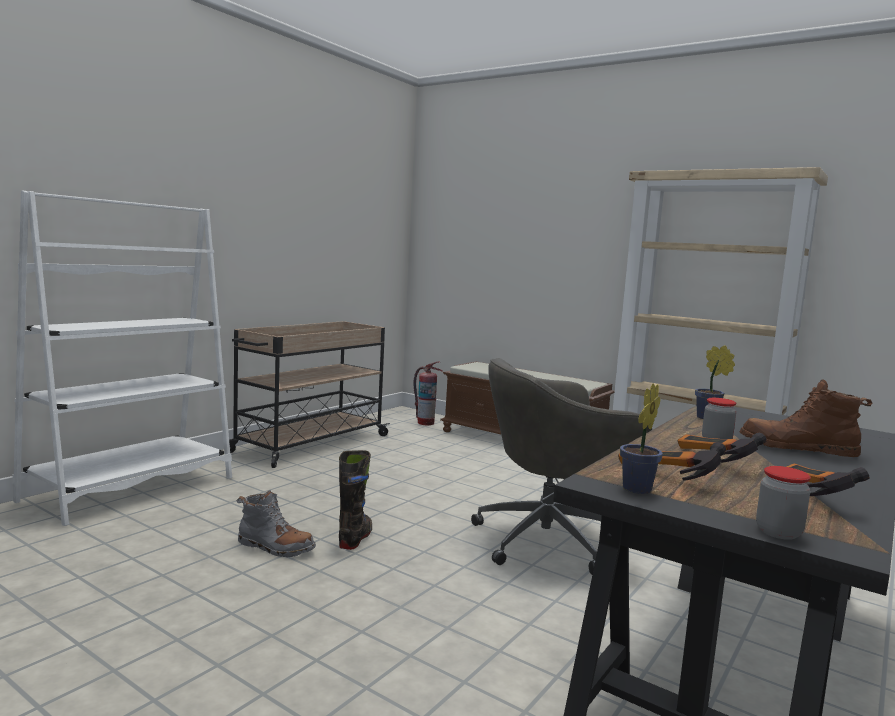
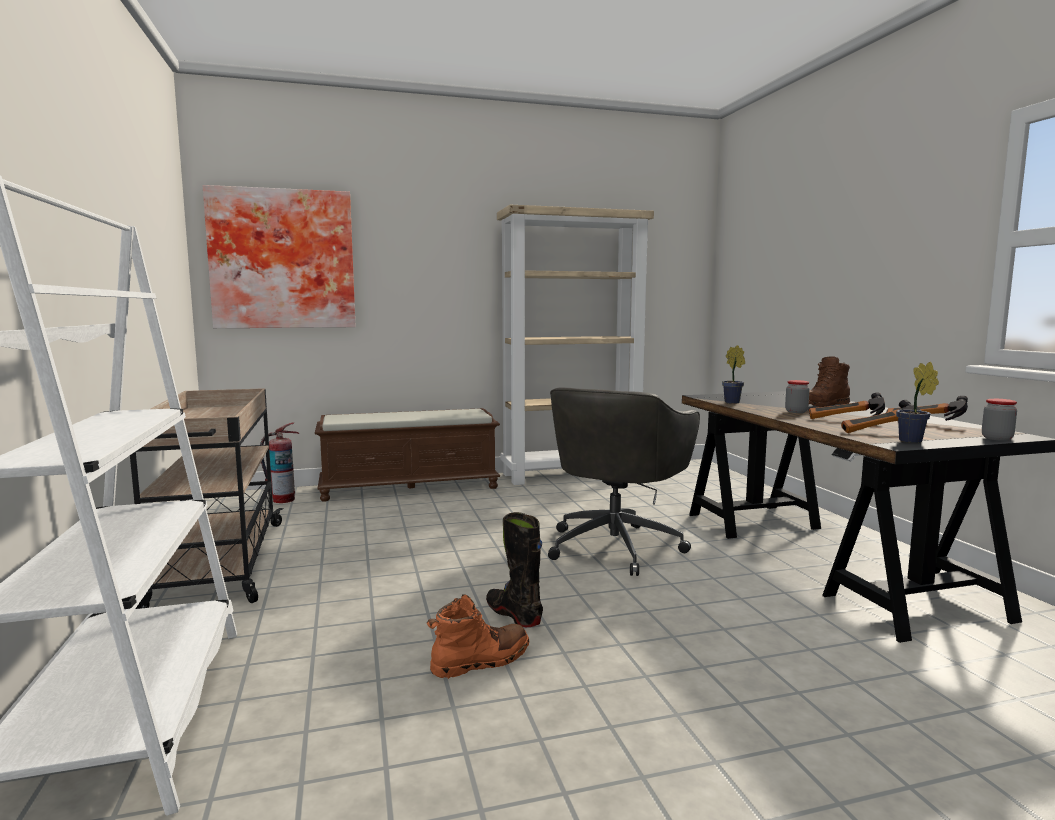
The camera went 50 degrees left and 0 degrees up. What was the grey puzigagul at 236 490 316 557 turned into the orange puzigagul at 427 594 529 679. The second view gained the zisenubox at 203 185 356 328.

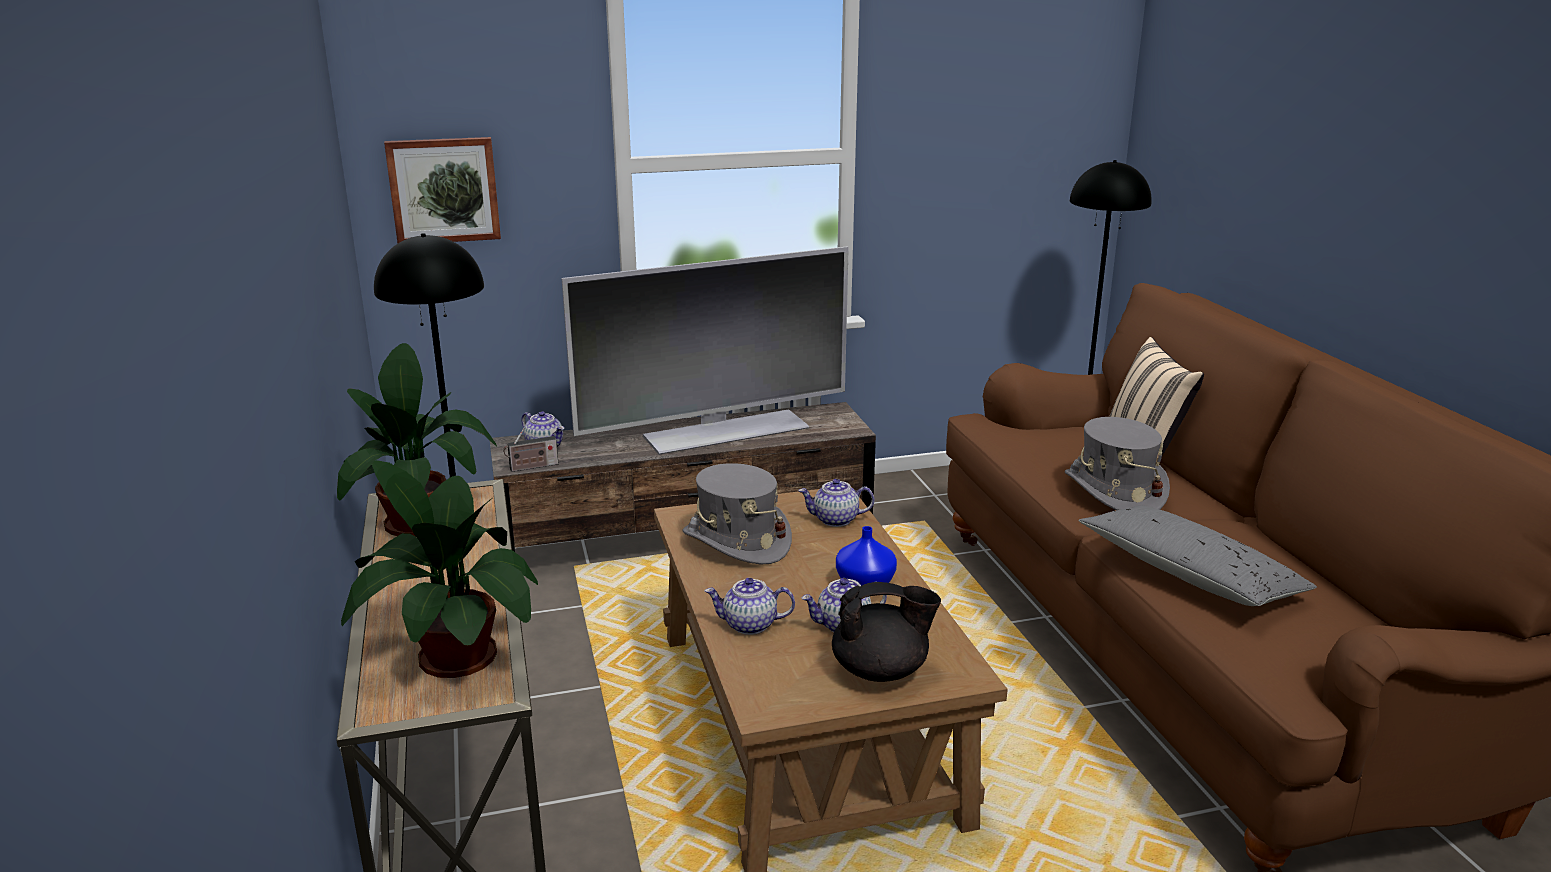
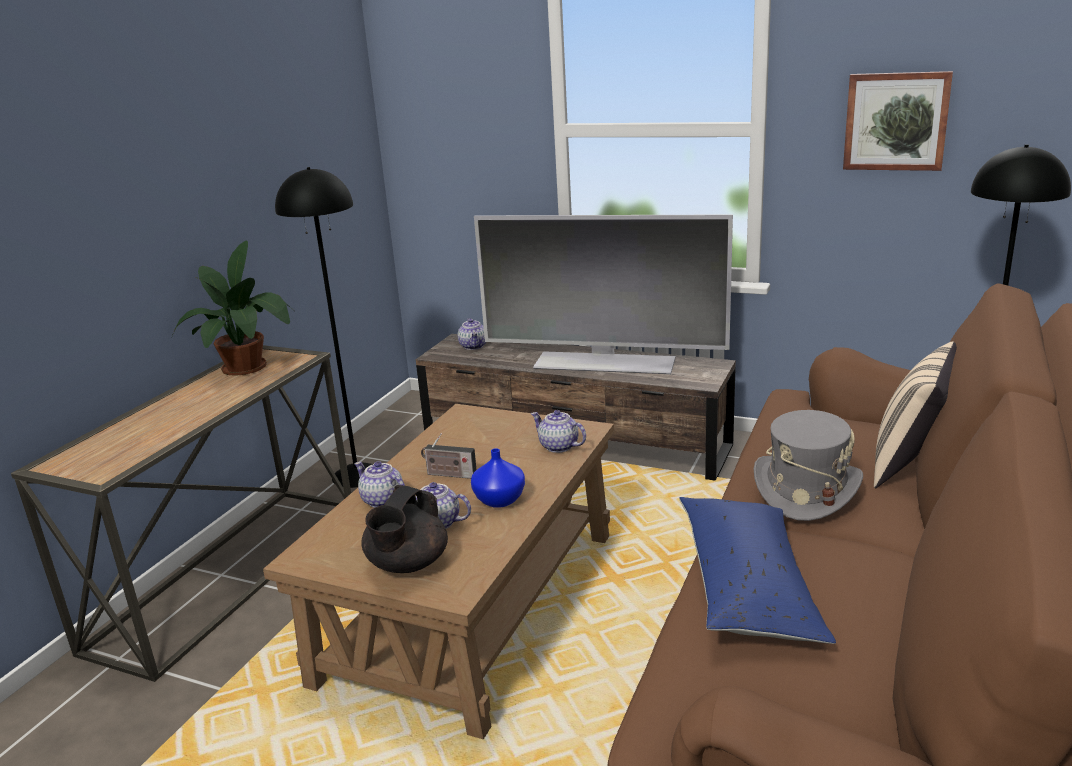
The camera went 40 degrees right and 0 degrees up. The zisenubox ended up elsewhere, having gone from 384 137 501 243 to 843 71 953 171. The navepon ended up elsewhere, having gone from 503 428 559 472 to 421 433 477 479. The second view lost the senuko at 341 460 538 678. The second view lost the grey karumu at 683 463 792 565. What was the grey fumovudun at 1078 506 1317 606 turned into the blue fumovudun at 679 497 836 644. The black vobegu at 832 582 941 682 ended up facing another way, 75 degrees clockwise from before.

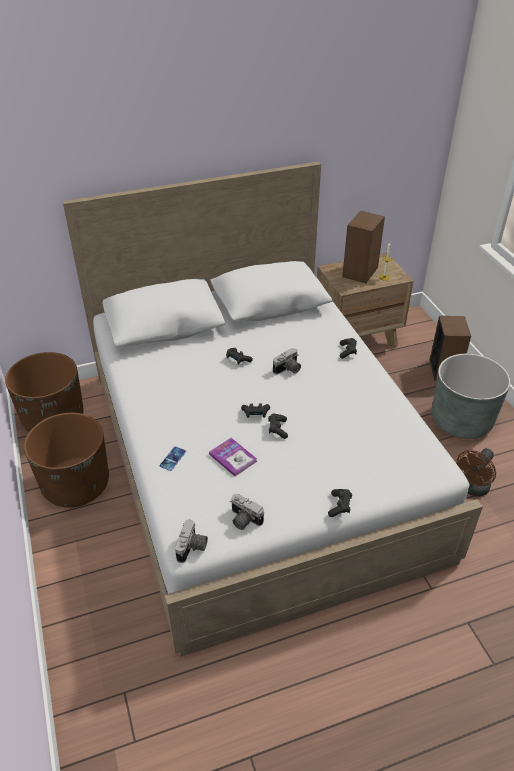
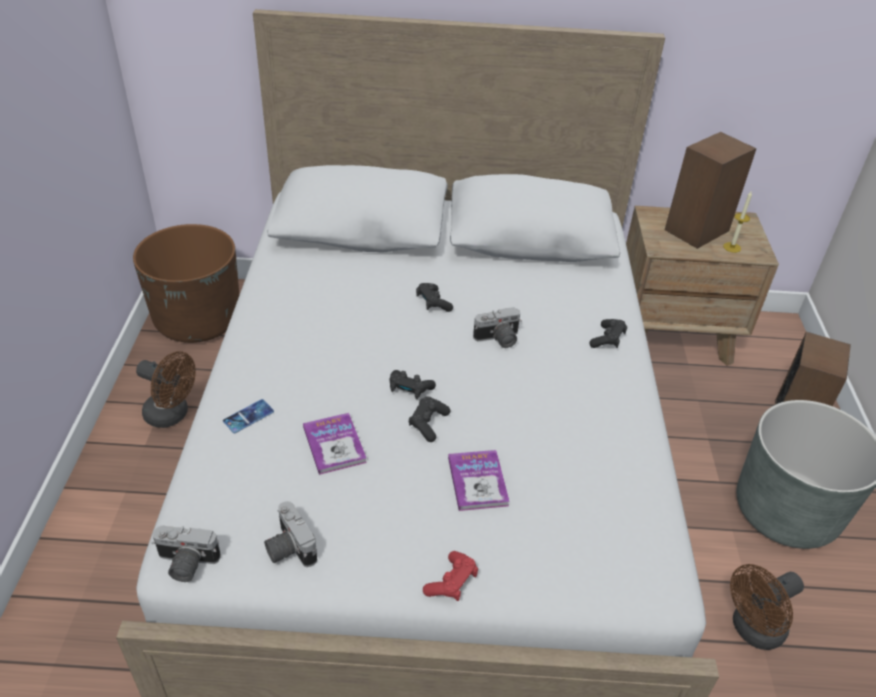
The camera went 20 degrees right and 0 degrees up. Where the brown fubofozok stood at 24 413 109 507, the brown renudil came to stand at 136 351 196 428. What was the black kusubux at 328 489 352 517 turned into the red kusubux at 423 551 478 601. The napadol at 175 520 208 563 ended up facing another way, 60 degrees clockwise from before. The second view gained the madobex at 448 450 510 511.

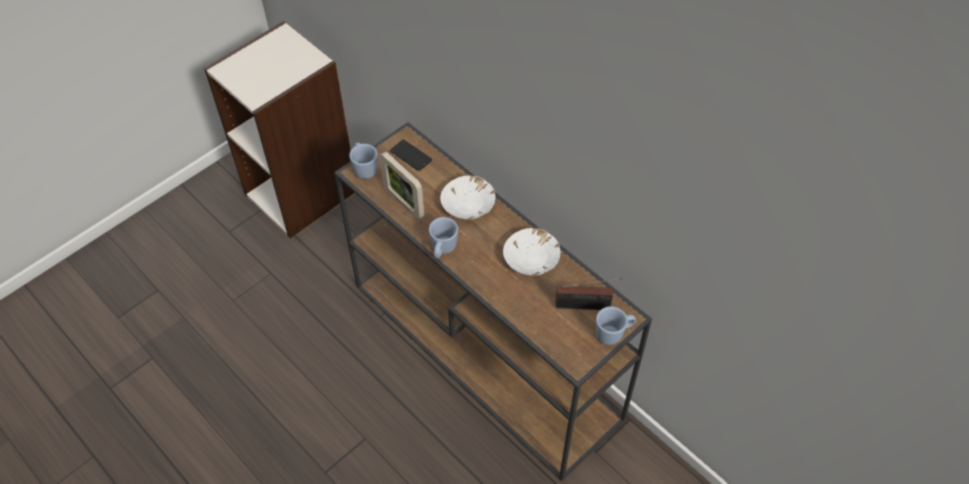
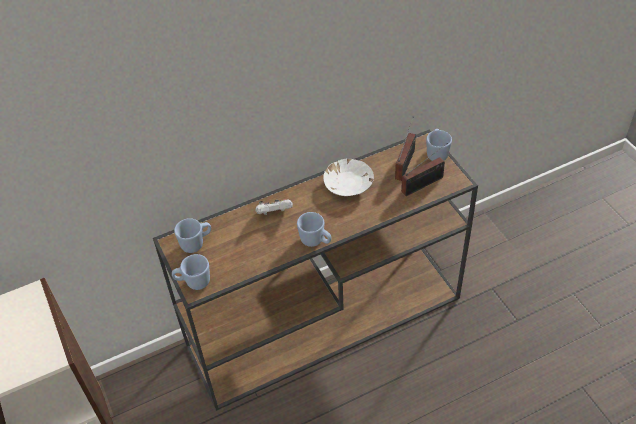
The camera went 70 degrees left and 5 degrees down. Where the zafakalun stood at 390 140 432 171, the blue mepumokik came to stand at 174 218 211 253. The second view lost the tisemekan at 380 151 424 221. Where the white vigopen stood at 440 175 496 219, the white kusubux came to stand at 255 199 293 215. The second view gained the navepon at 401 143 448 196.

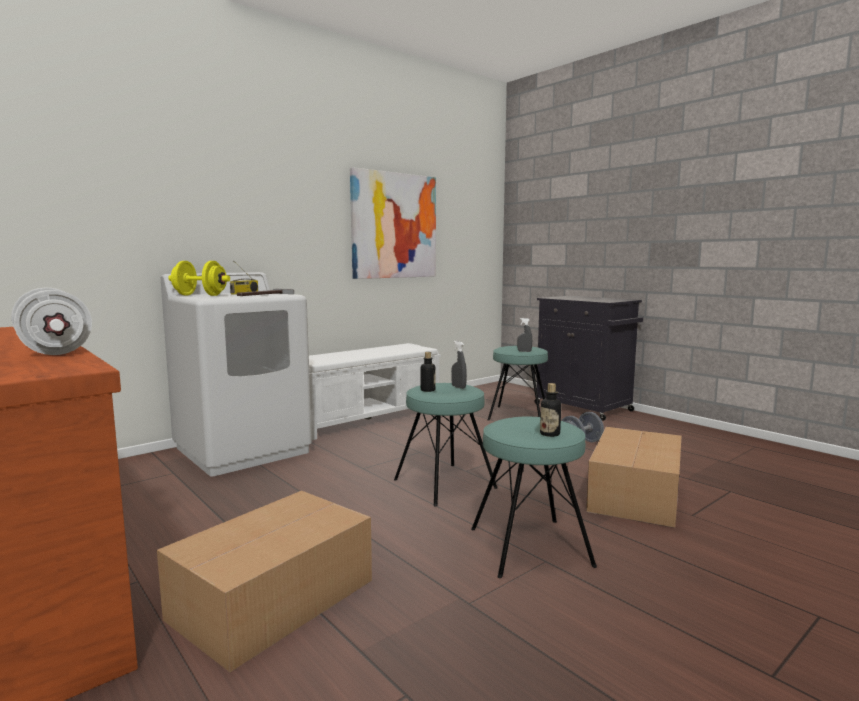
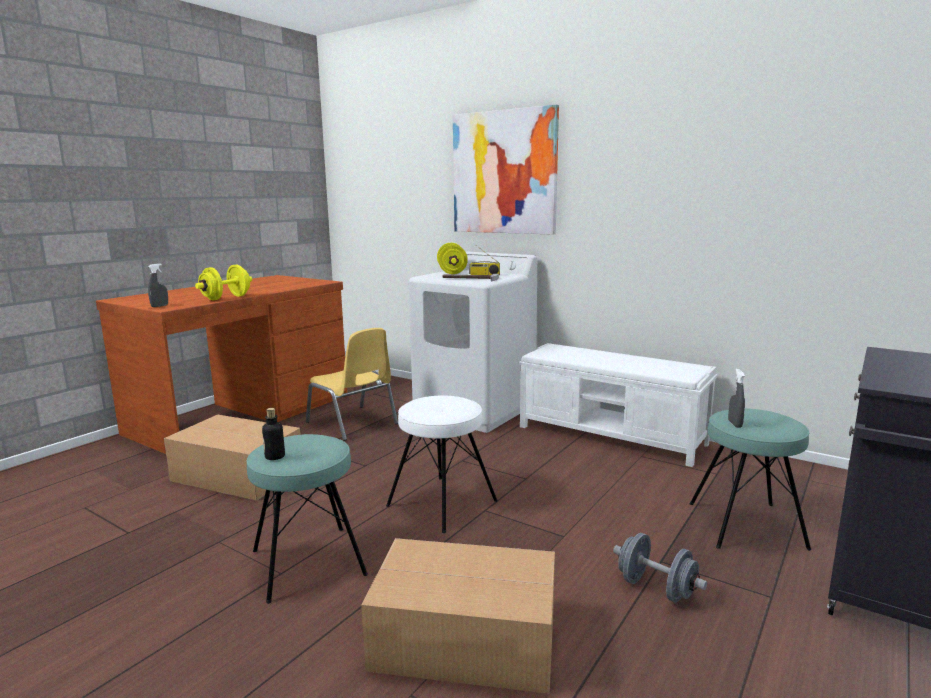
The camera went 75 degrees right and 5 degrees up. The zisenubox ended up elsewhere, having gone from 350 167 436 279 to 453 105 559 235. What was the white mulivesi at 11 288 92 355 turned into the yellow mulivesi at 195 265 252 301. The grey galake ended up elsewhere, having gone from 451 341 467 389 to 148 264 168 307. The second view lost the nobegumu at 421 352 436 392. What was the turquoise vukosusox at 394 383 498 506 turned into the white vukosusox at 386 396 498 533. The second view gained the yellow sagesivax at 306 328 398 441.

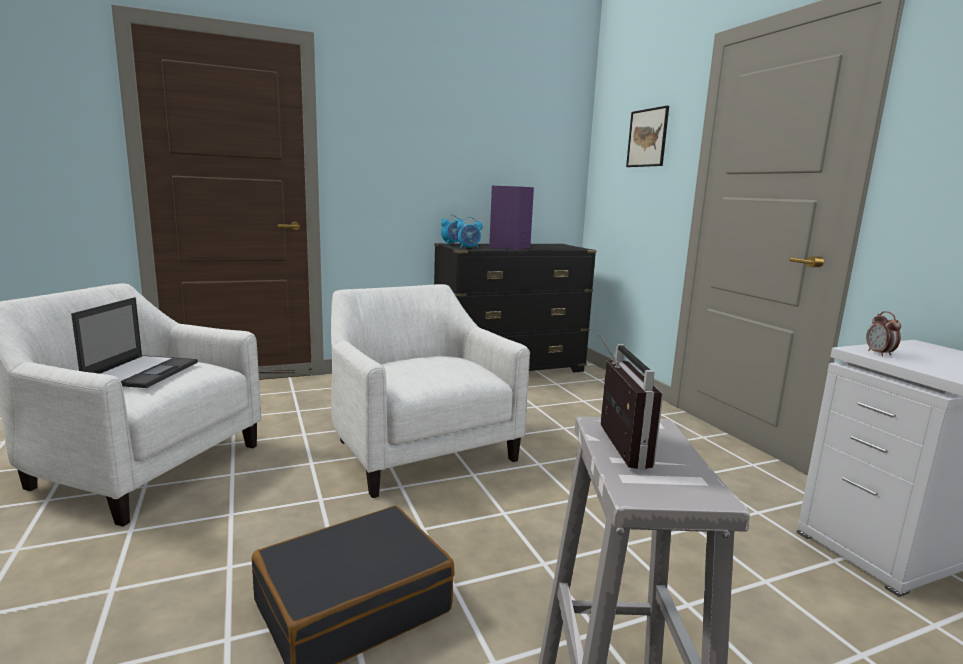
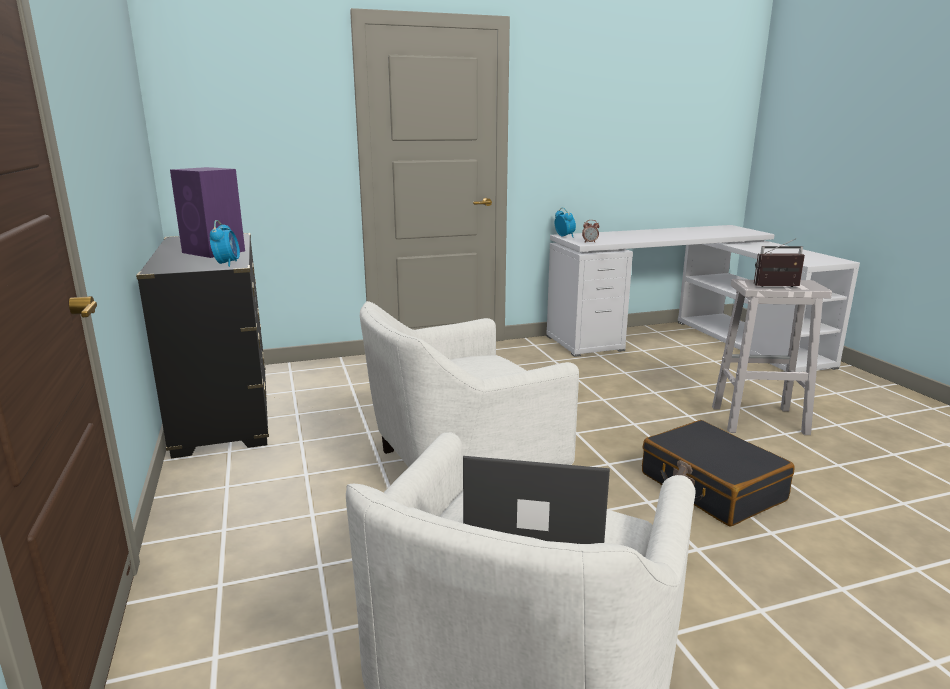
The camera went 85 degrees left and 5 degrees up. The second view lost the zisenubox at 626 106 669 167. The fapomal ended up elsewhere, having gone from 441 215 463 245 to 555 207 576 237.

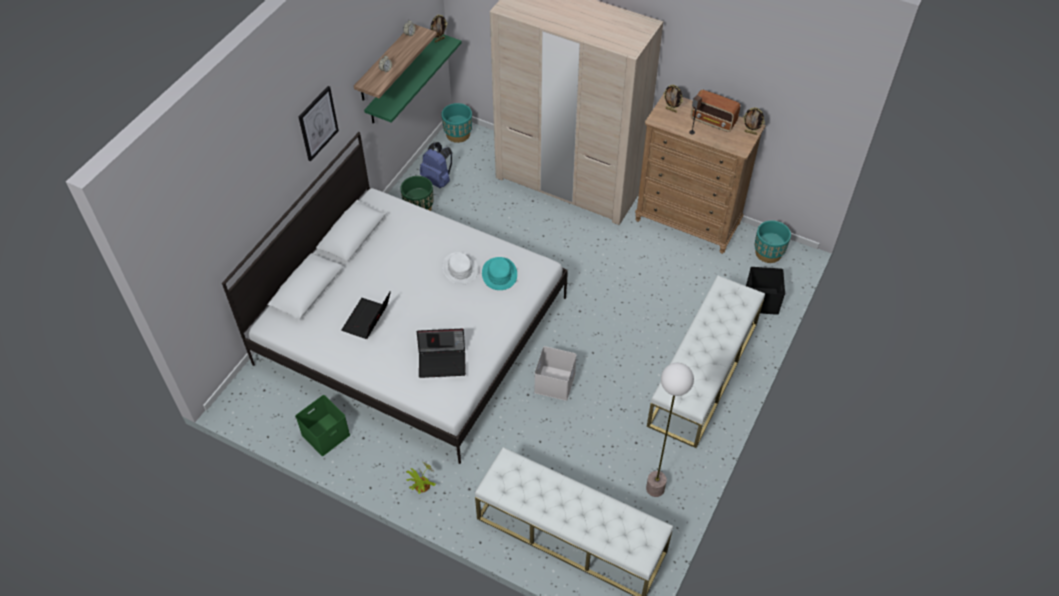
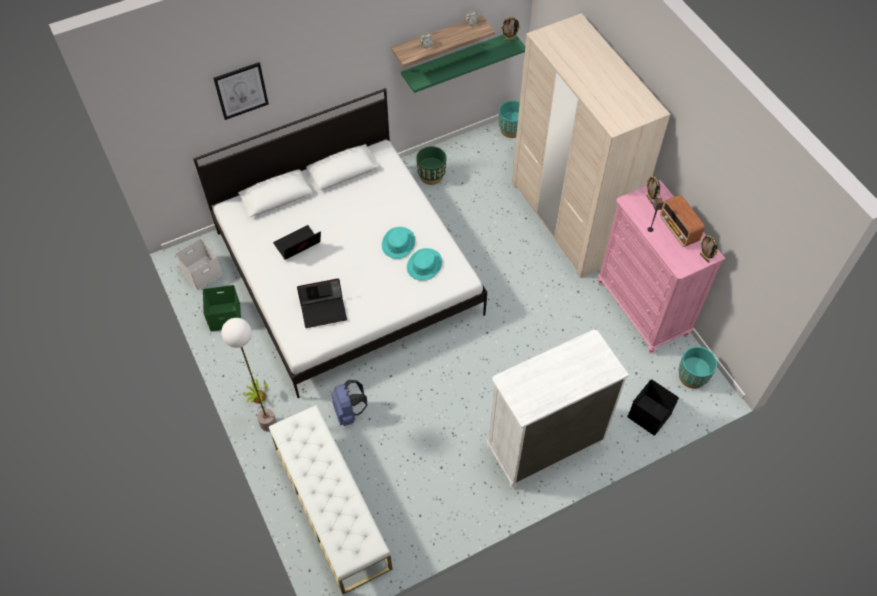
The camera went 35 degrees right and 5 degrees up. The zisenubox ended up elsewhere, having gone from 298 86 339 162 to 213 62 269 120. What was the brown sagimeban at 635 92 766 254 turned into the pink sagimeban at 598 180 726 354. The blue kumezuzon ended up elsewhere, having gone from 420 142 452 188 to 331 380 367 426. What was the white karumu at 442 252 479 285 turned into the turquoise karumu at 382 227 415 259. Where the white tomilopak stood at 647 275 765 448, the white sagimeban came to stand at 487 330 629 488. The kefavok at 417 329 466 378 ended up facing another way, 45 degrees counterclockwise from before. The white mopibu ended up elsewhere, having gone from 534 346 577 401 to 175 238 223 290. The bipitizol ended up elsewhere, having gone from 646 363 694 497 to 221 318 277 431.

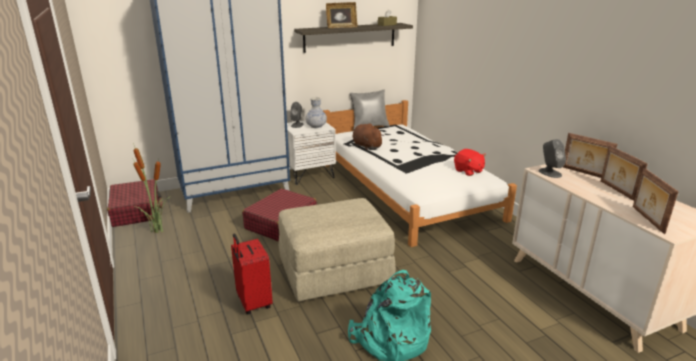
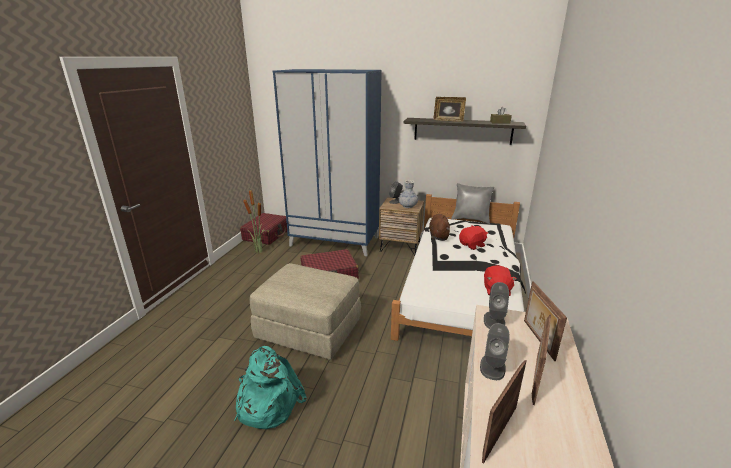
The camera went 40 degrees right and 0 degrees up. What was the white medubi at 287 120 336 185 turned into the brown medubi at 379 197 424 256. The second view lost the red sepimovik at 231 234 273 315. The second view gained the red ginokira at 459 225 488 250. The second view gained the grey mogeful at 480 323 510 380.

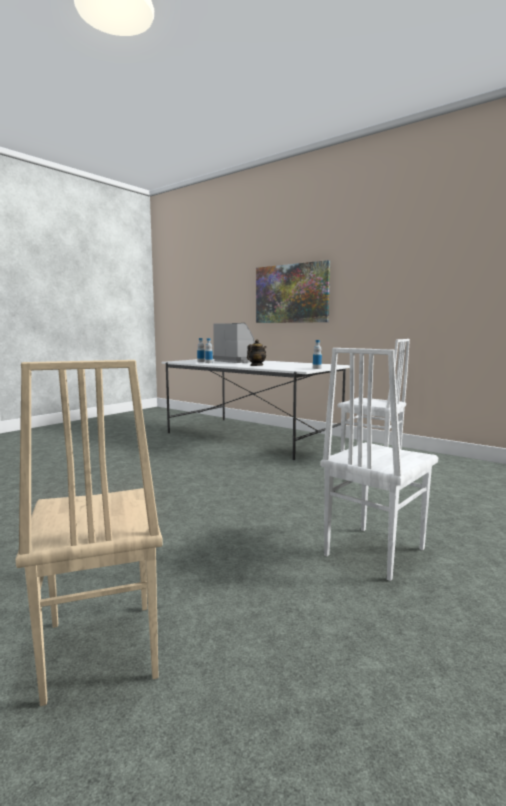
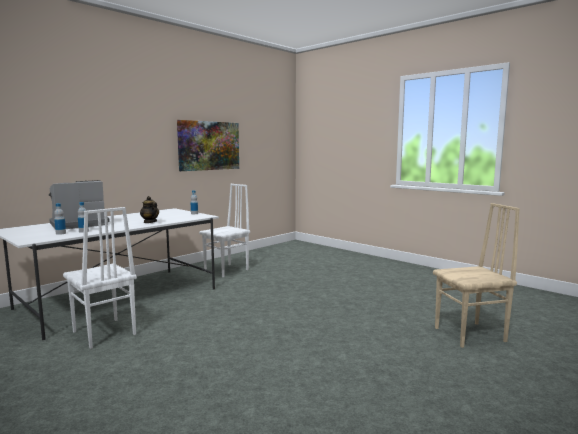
The camera went 85 degrees left and 0 degrees up. The zisenubox ended up elsewhere, having gone from 256 260 330 323 to 177 120 239 171. The white sagesivax ended up elsewhere, having gone from 321 348 438 581 to 63 207 137 349.

